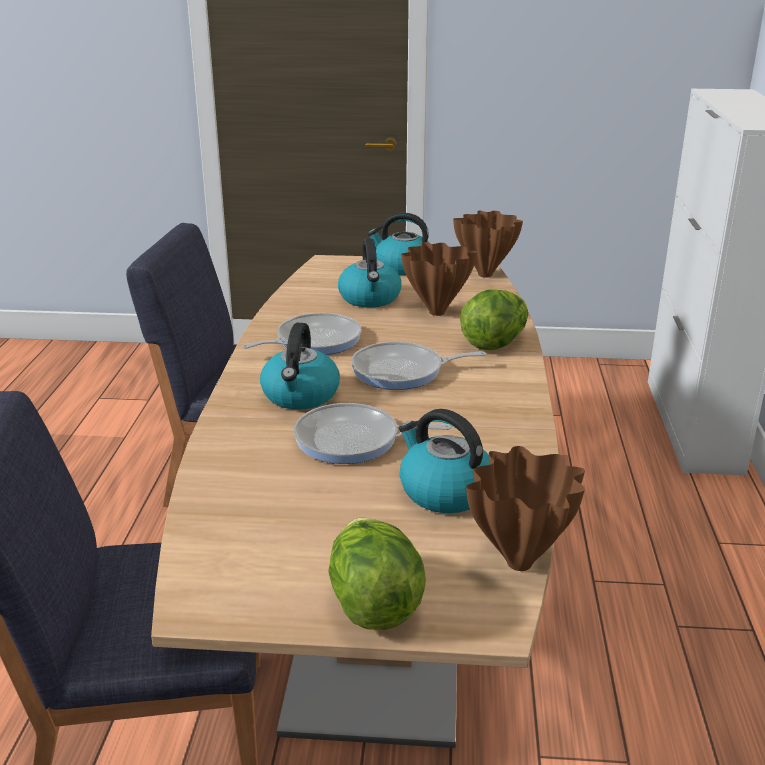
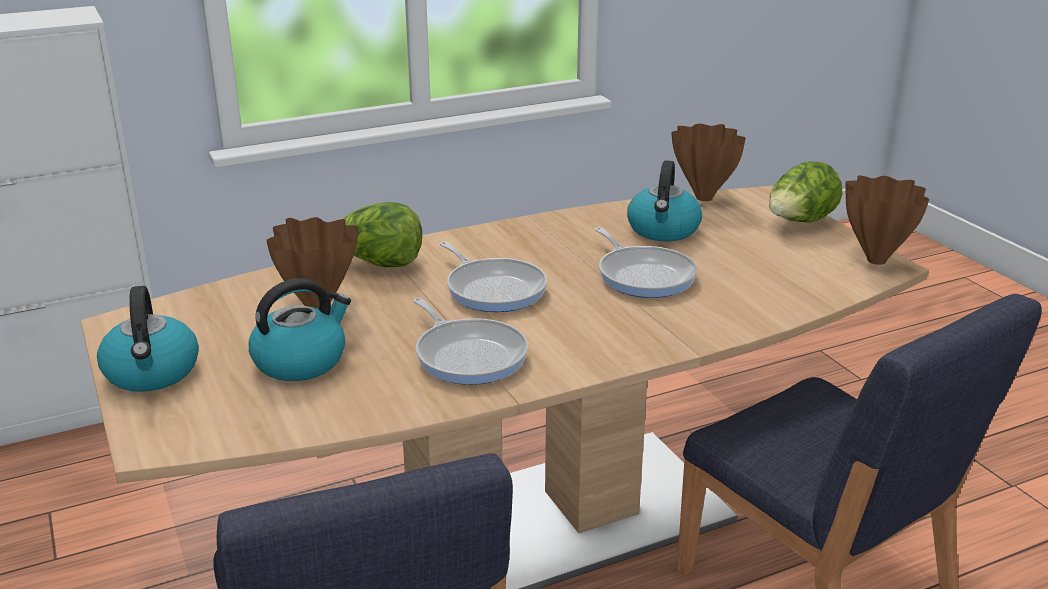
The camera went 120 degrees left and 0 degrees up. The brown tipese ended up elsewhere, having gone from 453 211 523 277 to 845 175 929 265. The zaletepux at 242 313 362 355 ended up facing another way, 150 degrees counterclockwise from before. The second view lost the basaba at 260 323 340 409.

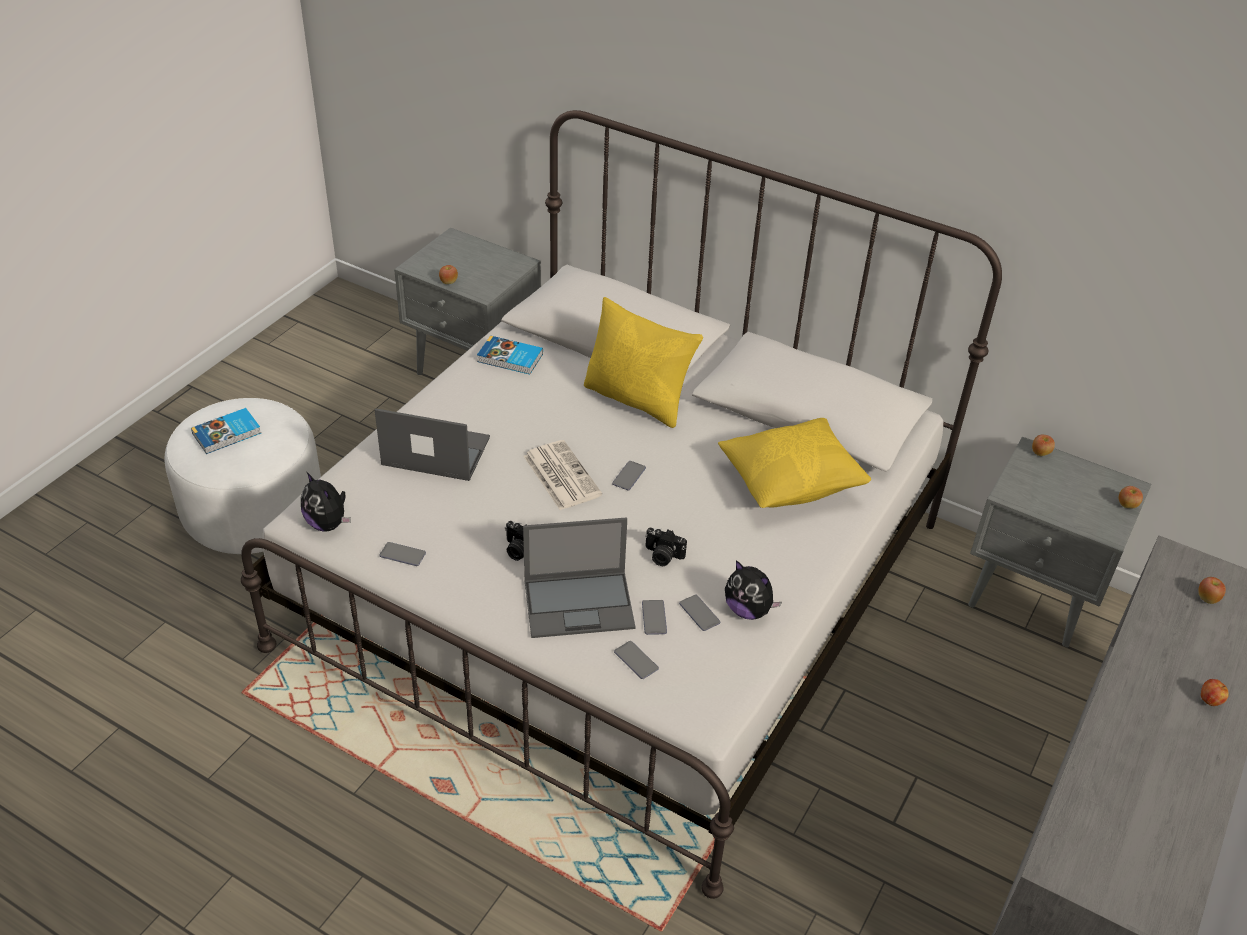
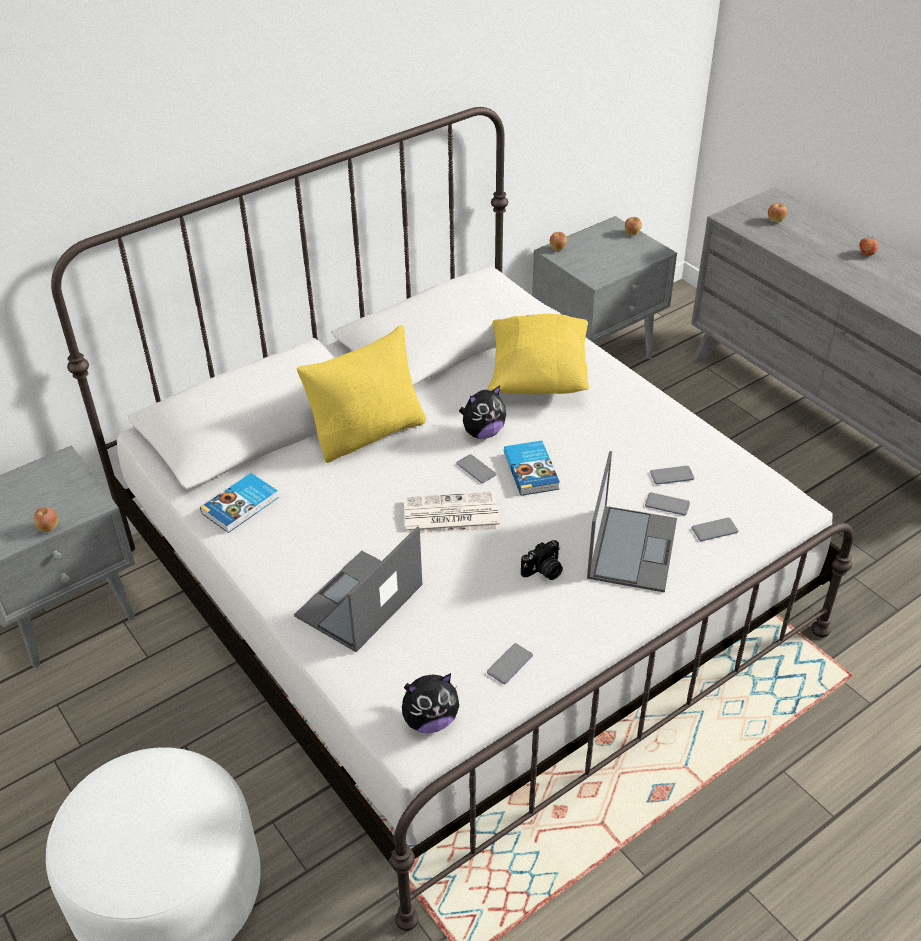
The camera went 65 degrees left and 0 degrees up. The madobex ended up elsewhere, having gone from 191 408 261 454 to 504 441 560 496. The second view lost the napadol at 645 528 687 566. The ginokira ended up elsewhere, having gone from 725 560 782 620 to 459 385 506 439.

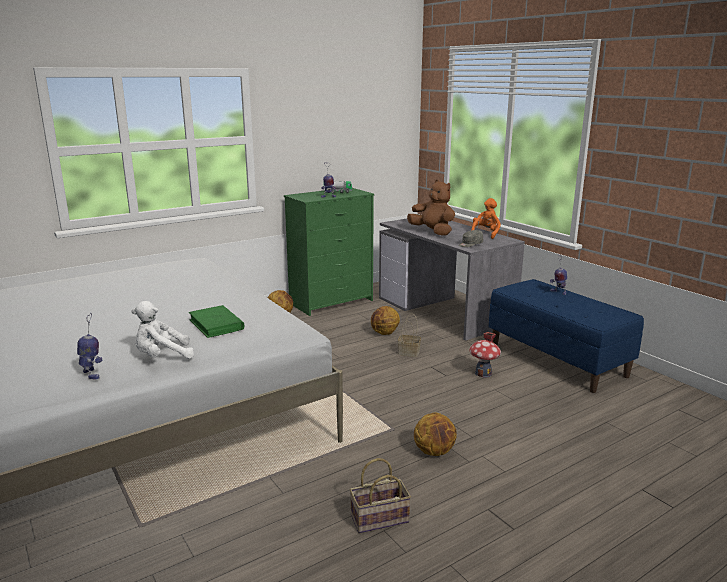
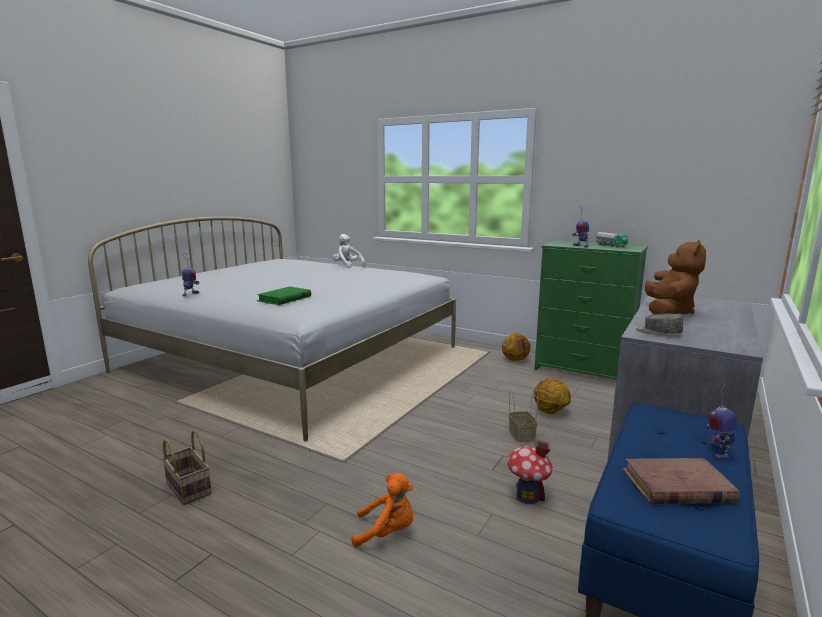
The camera went 65 degrees right and 5 degrees down. The orange ginokira ended up elsewhere, having gone from 471 198 501 239 to 352 473 413 548. The white ginokira ended up elsewhere, having gone from 131 301 194 359 to 332 234 365 268. The second view lost the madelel at 414 412 457 456. The second view gained the brown madobex at 623 458 740 504.

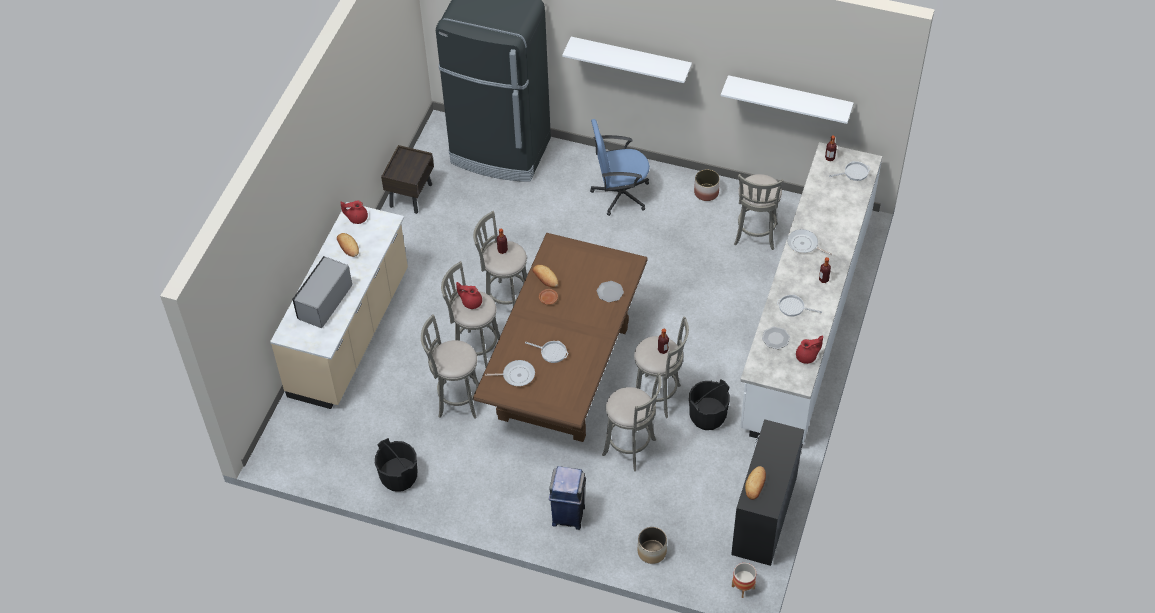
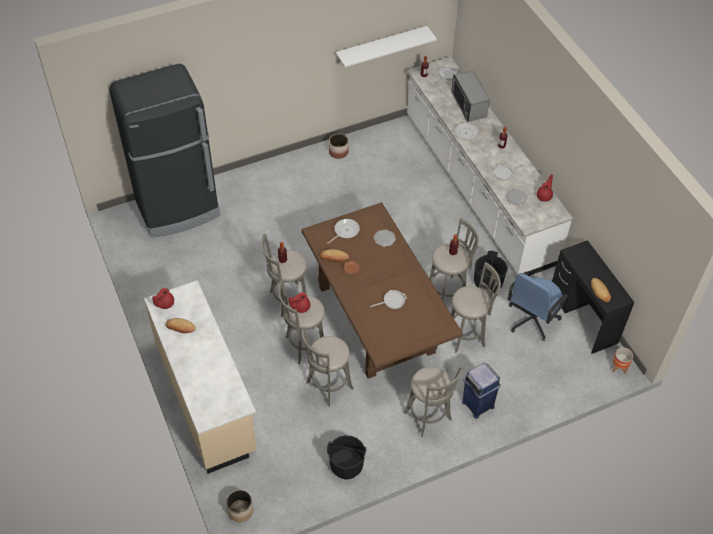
The camera went 45 degrees left and 0 degrees up. The second view lost the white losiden at 562 37 692 83. The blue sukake ended up elsewhere, having gone from 590 119 650 216 to 507 271 568 341. The second view lost the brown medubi at 381 145 434 214. The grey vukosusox ended up elsewhere, having gone from 734 174 784 250 to 403 367 463 437. The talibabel ended up elsewhere, having gone from 292 256 352 328 to 451 71 490 122. The zaletepux ended up elsewhere, having gone from 485 360 535 386 to 327 219 360 244. The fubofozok ended up elsewhere, having gone from 638 527 667 564 to 226 490 253 522.

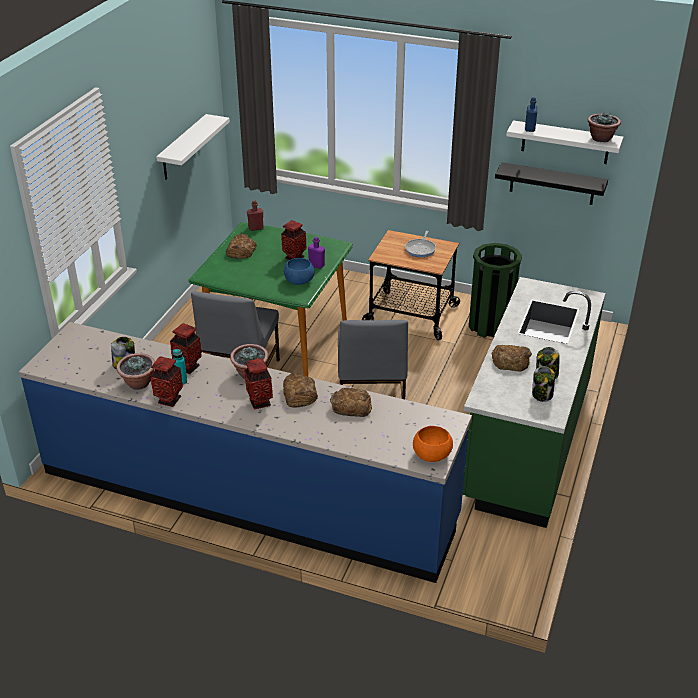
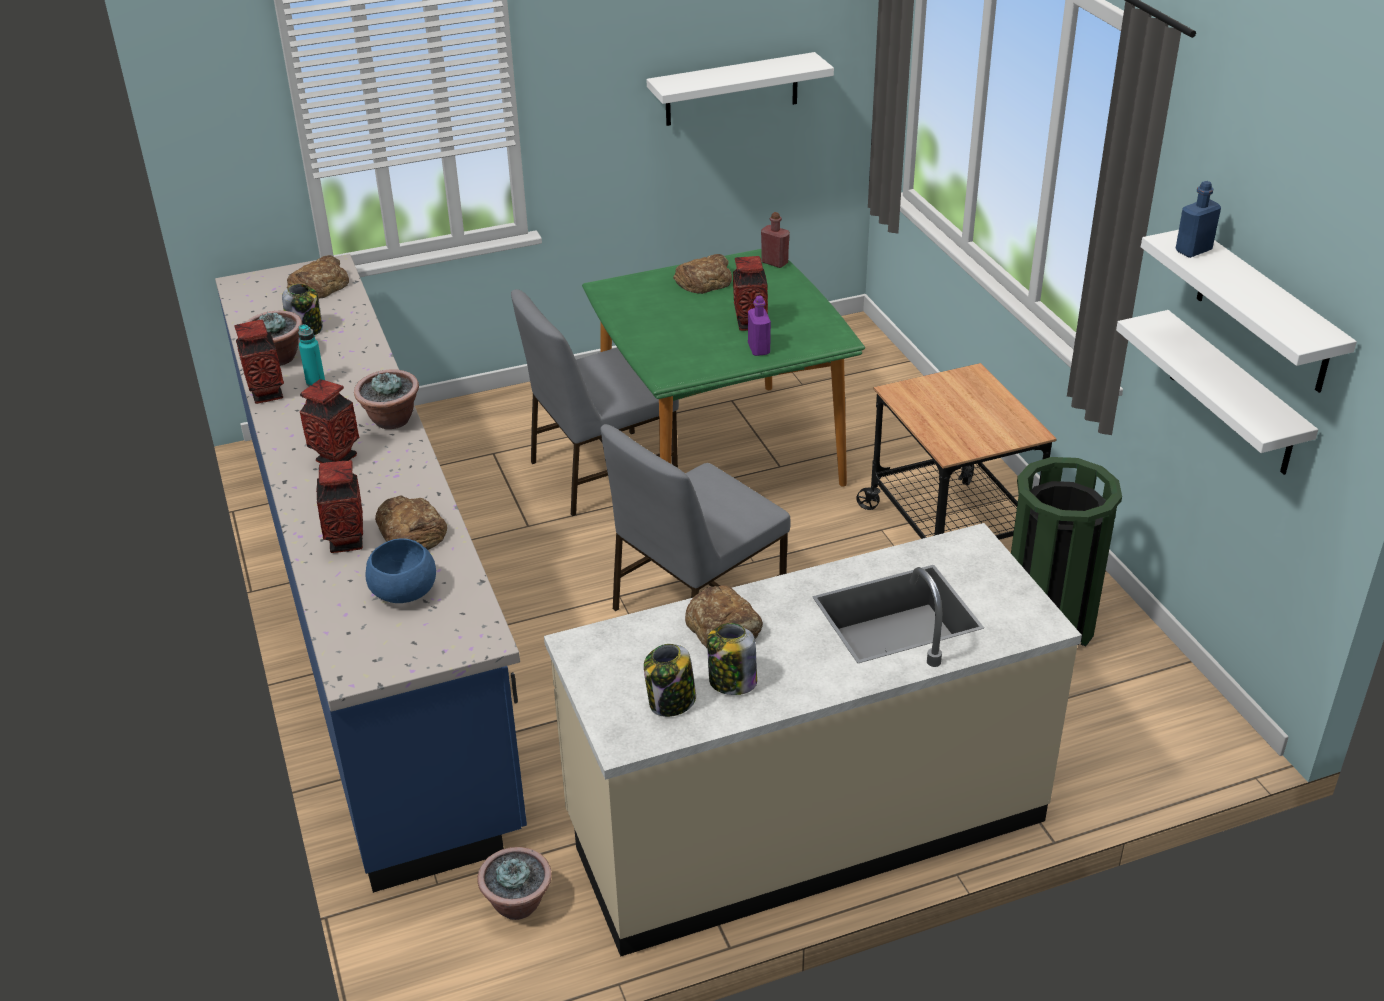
The camera went 50 degrees right and 0 degrees up. The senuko ended up elsewhere, having gone from 587 112 621 142 to 477 847 552 920. What was the black losiden at 495 162 608 205 turned into the white losiden at 1116 310 1318 475. The second view lost the zaletepux at 405 230 436 257. The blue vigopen ended up elsewhere, having gone from 284 258 315 285 to 365 538 436 603. What was the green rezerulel at 463 277 605 528 turned into the beige rezerulel at 544 523 1082 956. The tipese ended up elsewhere, having gone from 170 323 202 374 to 316 460 363 553. The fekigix ended up elsewhere, having gone from 283 373 318 407 to 287 255 349 299. The second view lost the orange vigopen at 413 426 453 462.

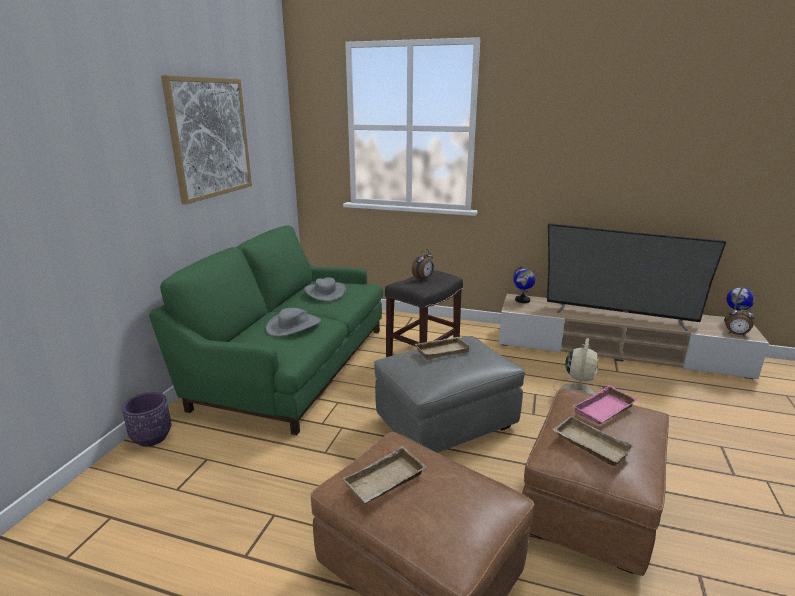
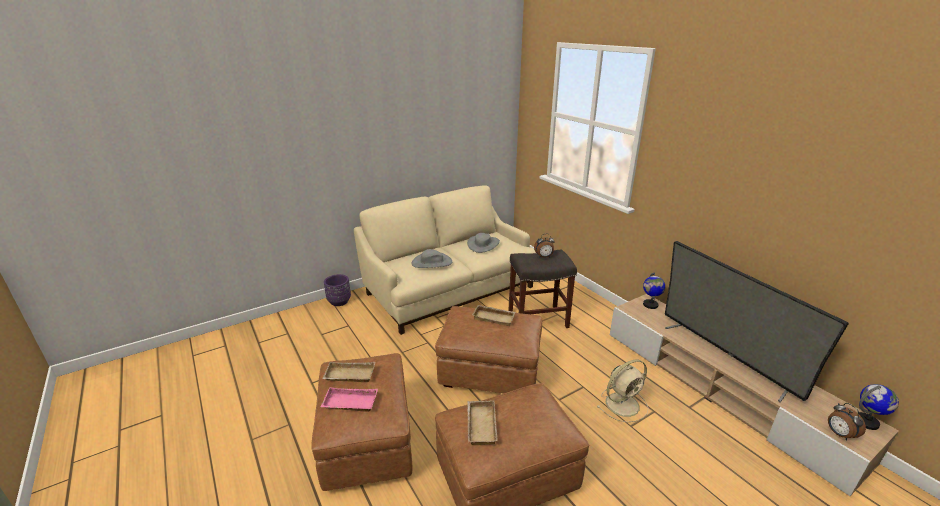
The camera went 40 degrees right and 5 degrees up. The second view lost the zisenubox at 161 75 252 205. What was the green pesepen at 149 225 383 435 turned into the beige pesepen at 354 185 536 335. What was the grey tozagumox at 374 336 525 453 turned into the brown tozagumox at 435 306 542 393. The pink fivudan ended up elsewhere, having gone from 574 385 638 424 to 320 387 378 412.

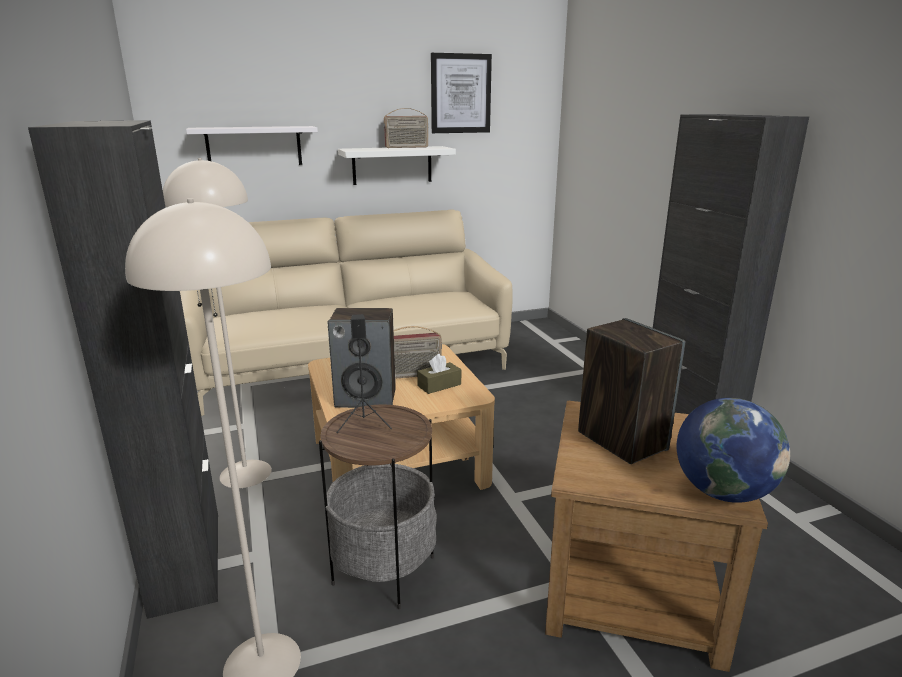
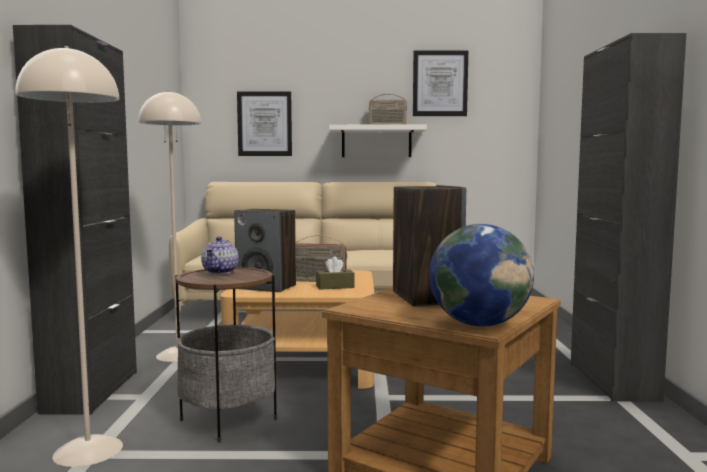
The camera went 20 degrees right and 15 degrees down. Where the white losiden hung at 186 126 318 165, the zisenubox came to hang at 237 92 292 156. Where the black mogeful stood at 337 314 392 433, the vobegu came to stand at 201 236 239 274.

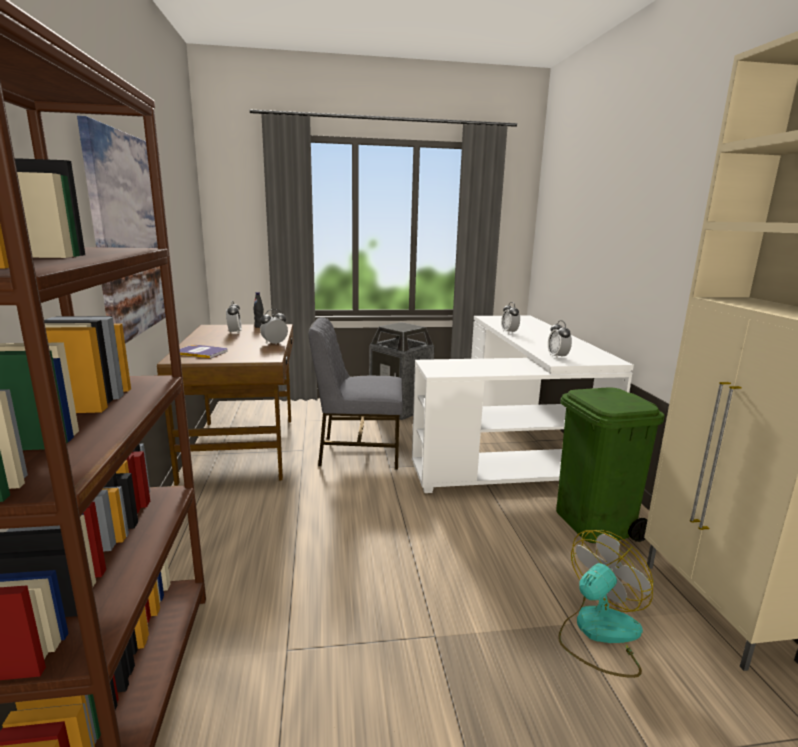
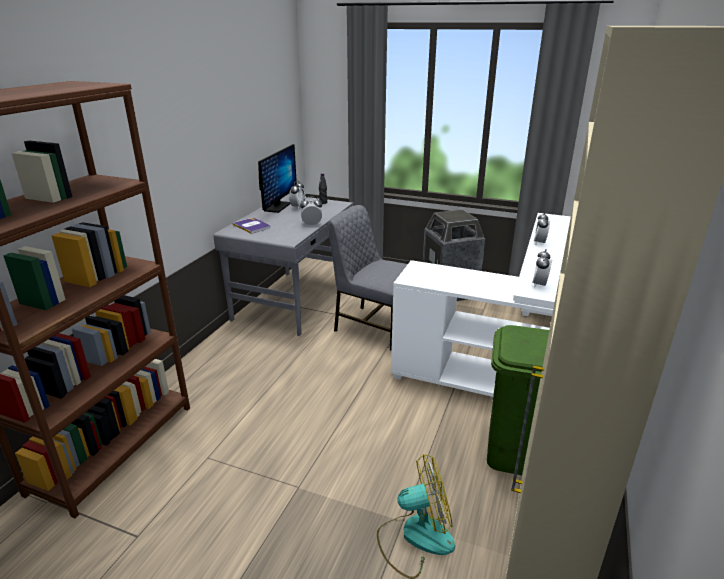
The camera went 30 degrees right and 10 degrees up. The second view lost the zisenubox at 77 116 166 344. What was the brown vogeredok at 157 324 293 486 turned into the grey vogeredok at 213 195 354 336. The second view gained the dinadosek at 258 144 297 213.

